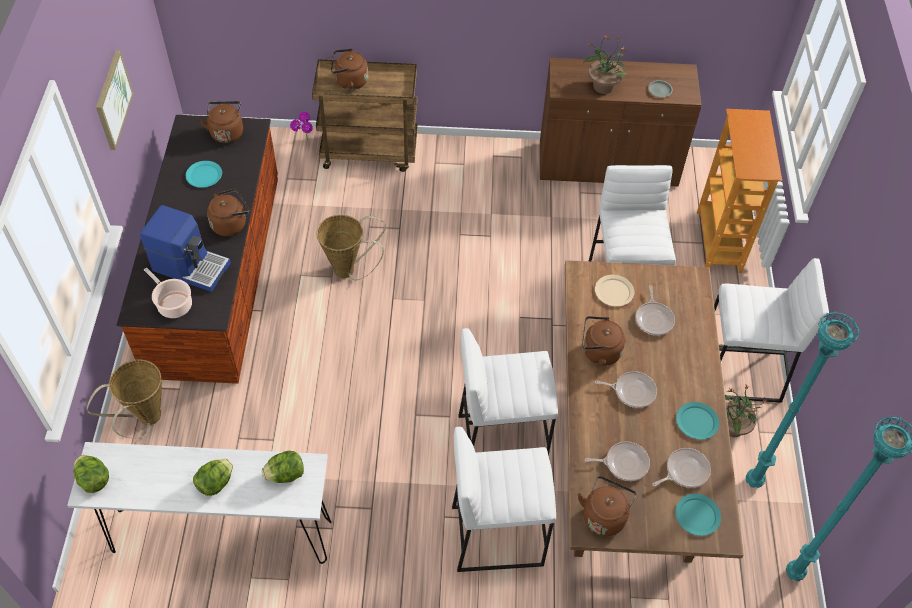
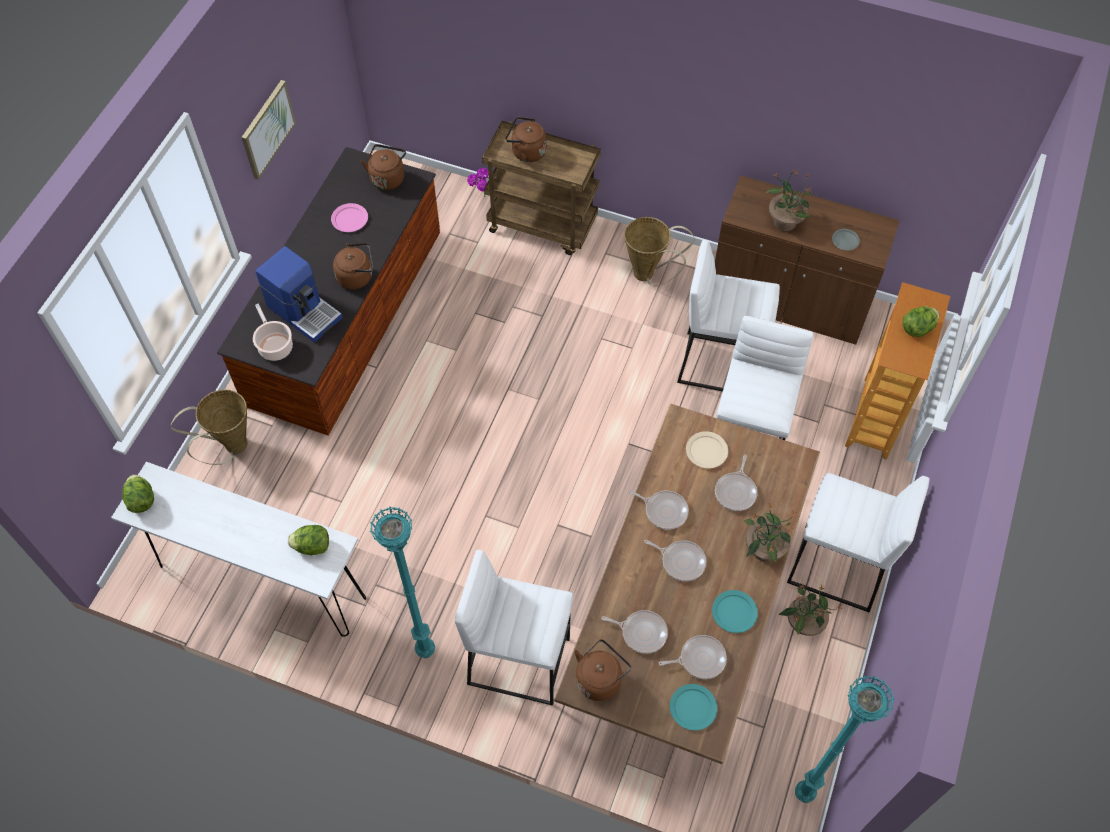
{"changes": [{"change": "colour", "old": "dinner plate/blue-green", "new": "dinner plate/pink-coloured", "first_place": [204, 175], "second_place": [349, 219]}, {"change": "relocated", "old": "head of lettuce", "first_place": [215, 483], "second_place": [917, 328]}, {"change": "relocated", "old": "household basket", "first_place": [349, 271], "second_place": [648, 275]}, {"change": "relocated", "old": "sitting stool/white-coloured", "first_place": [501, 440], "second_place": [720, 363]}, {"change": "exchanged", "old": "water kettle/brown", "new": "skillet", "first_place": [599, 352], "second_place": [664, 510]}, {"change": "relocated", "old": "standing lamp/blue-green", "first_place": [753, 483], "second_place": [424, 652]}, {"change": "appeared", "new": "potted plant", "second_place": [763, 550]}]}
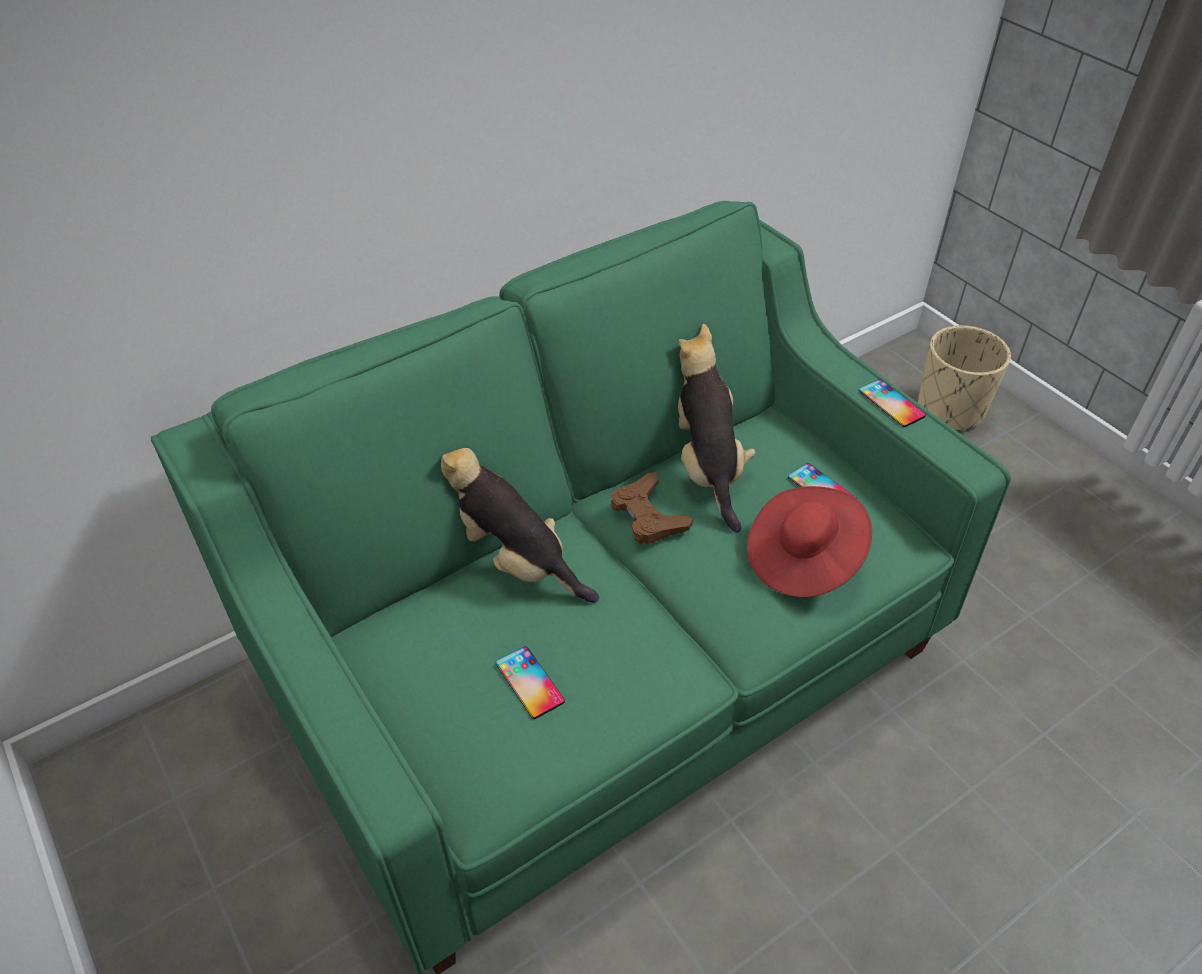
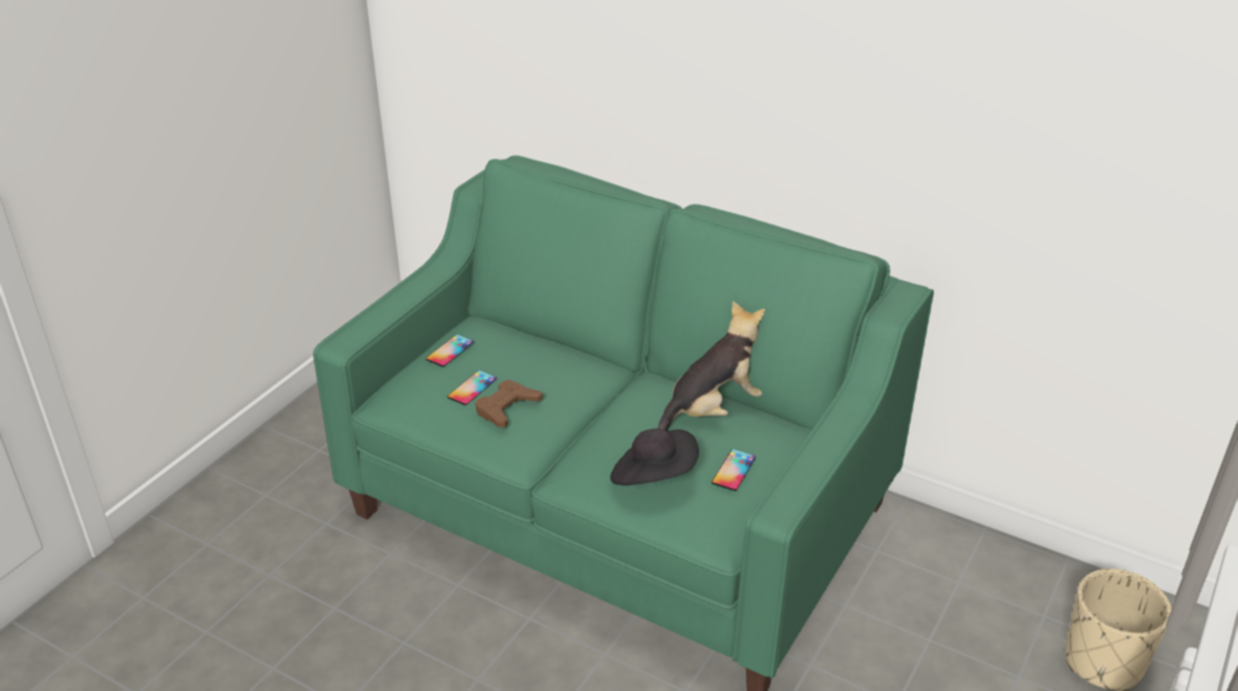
{"changes": [{"change": "missing", "old": "soft toy", "first_place": [513, 561]}, {"change": "relocated", "old": "gamepad/brown", "first_place": [648, 515], "second_place": [507, 408]}, {"change": "colour", "old": "hat/reddish", "new": "hat/blackish", "first_place": [803, 559], "second_place": [653, 477]}, {"change": "relocated", "old": "telephone", "first_place": [891, 403], "second_place": [450, 351]}]}
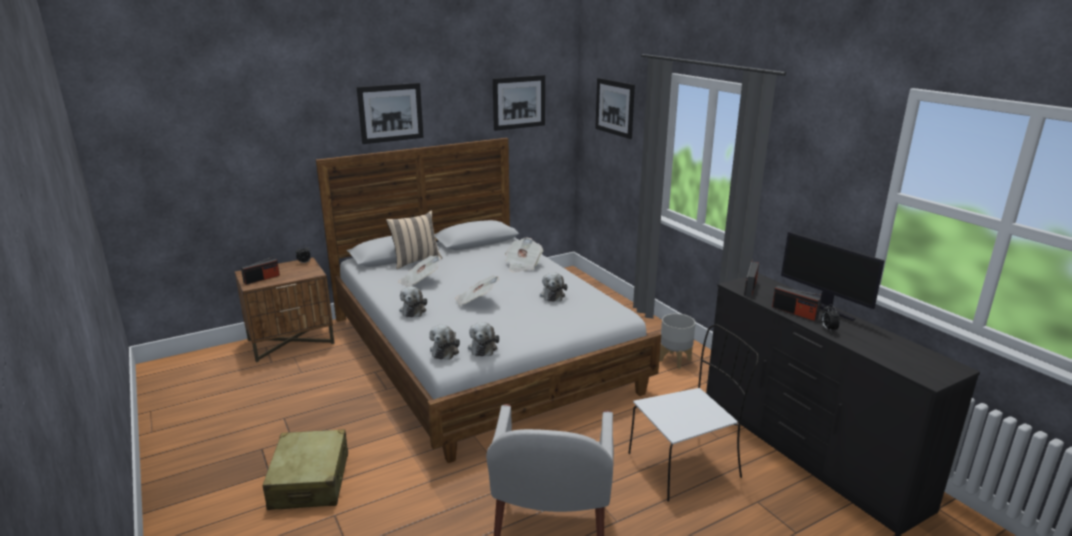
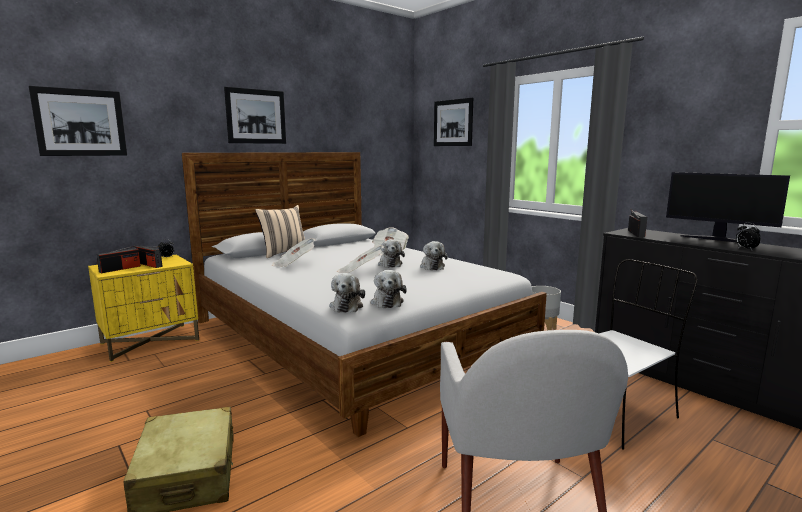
{"changes": [{"change": "colour", "old": "bedside table/brown", "new": "bedside table/yellowish", "first_place": [291, 341], "second_place": [151, 341]}, {"change": "relocated", "old": "soft toy", "first_place": [413, 310], "second_place": [390, 264]}, {"change": "relocated", "old": "wall picture", "first_place": [519, 102], "second_place": [80, 122]}, {"change": "relocated", "old": "radio set", "first_place": [794, 312], "second_place": [149, 265]}]}
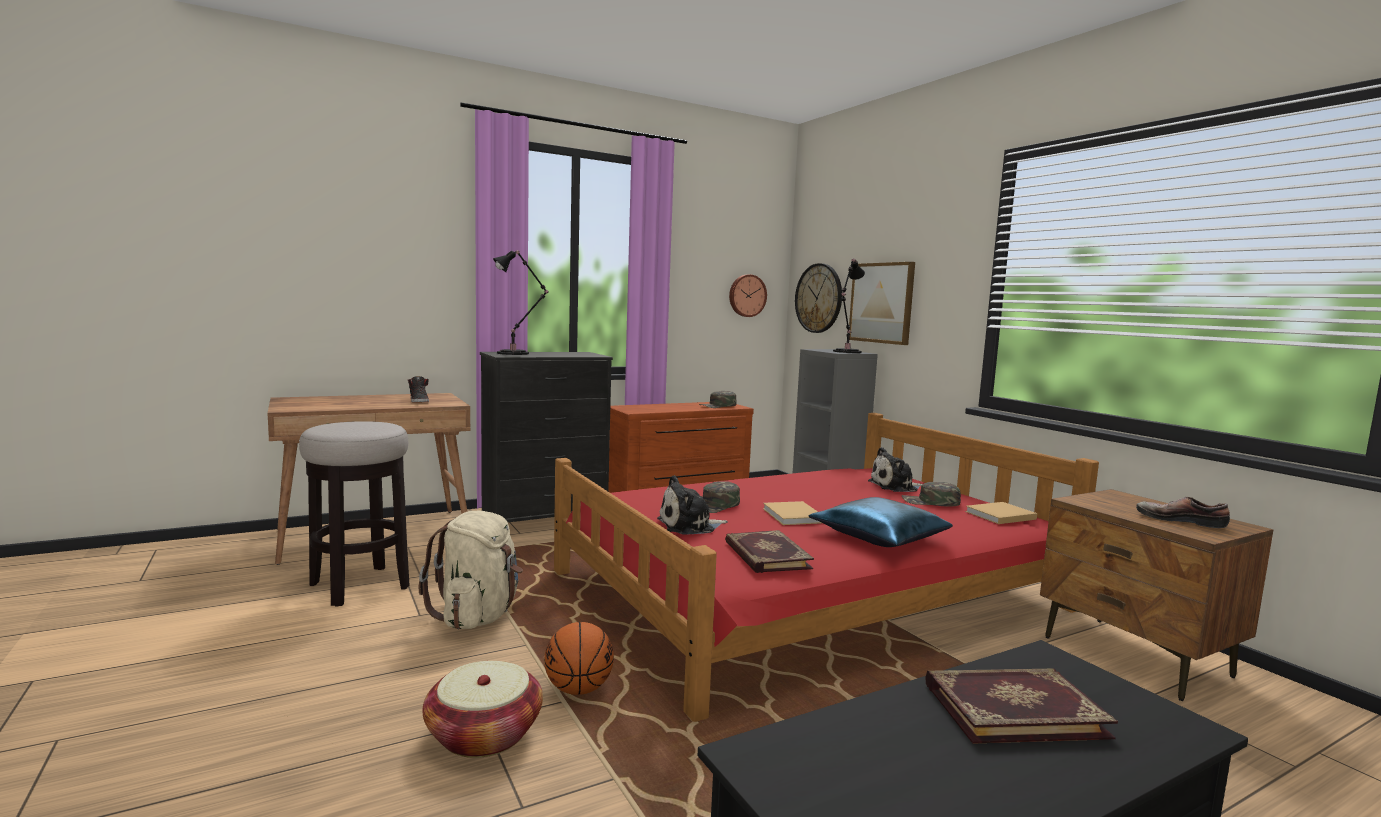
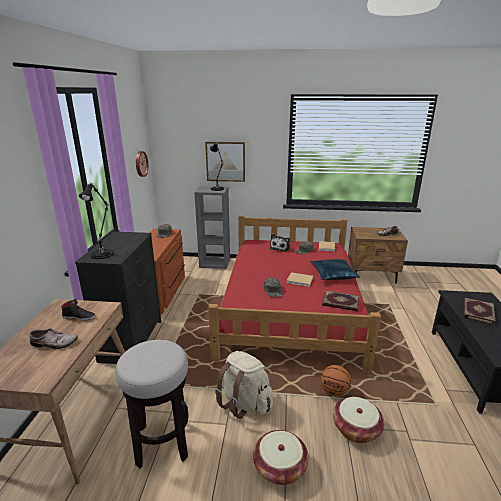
{"changes": [{"change": "missing", "old": "soft toy", "first_place": [689, 526]}, {"change": "missing", "old": "hanging clock", "first_place": [819, 298]}, {"change": "appeared", "new": "shoe", "second_place": [54, 344]}, {"change": "appeared", "new": "household basket", "second_place": [280, 467]}]}
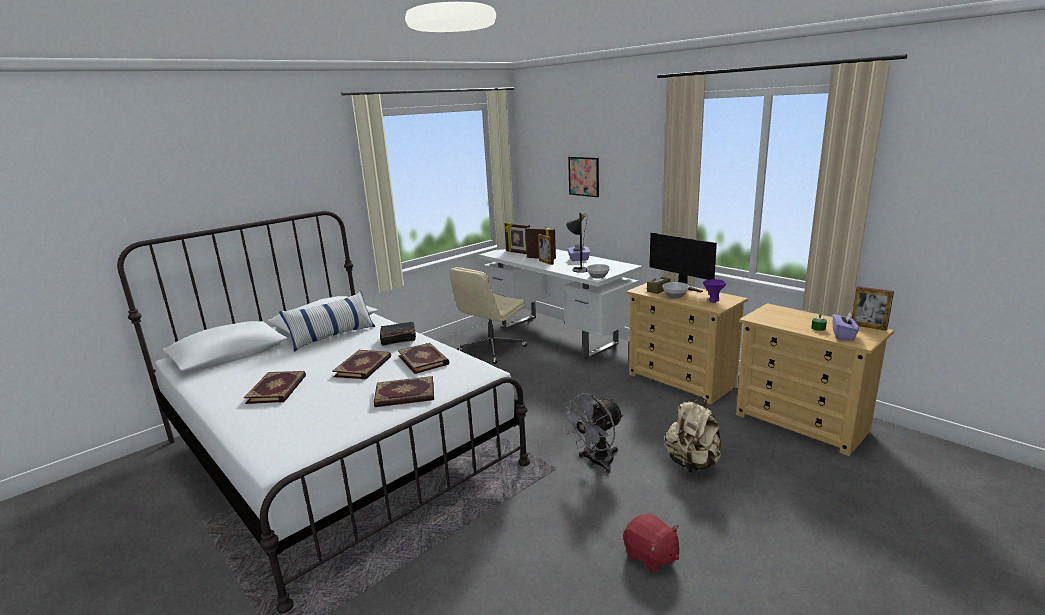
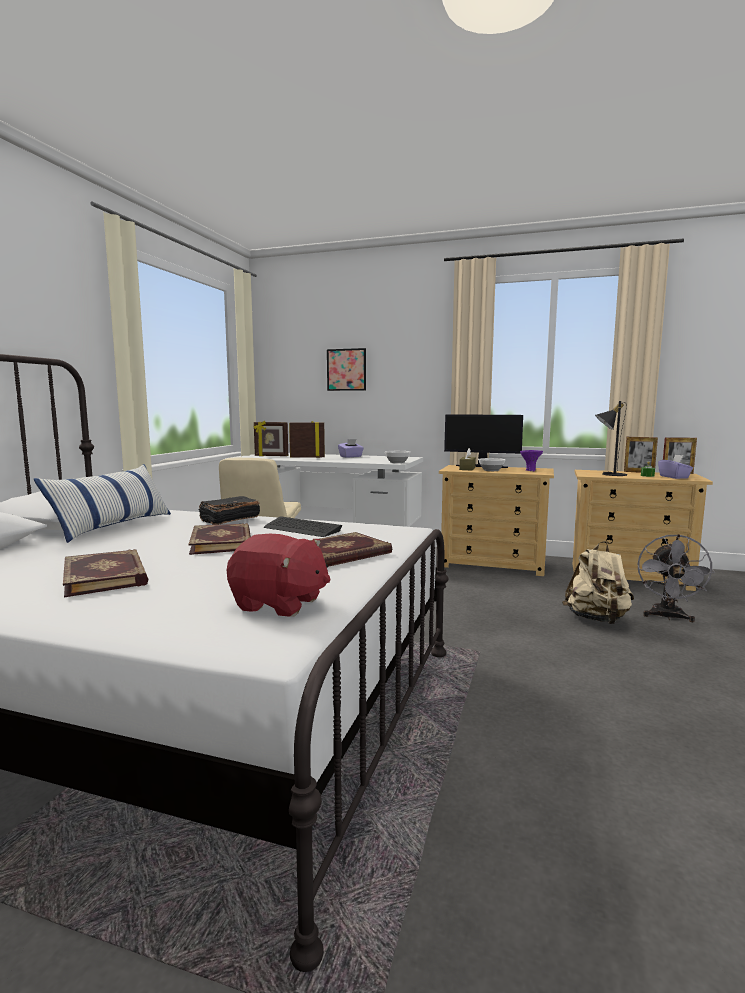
{"changes": [{"change": "exchanged", "old": "volume", "new": "keyboard", "first_place": [424, 360], "second_place": [302, 529]}, {"change": "relocated", "old": "standing frame", "first_place": [546, 262], "second_place": [639, 472]}, {"change": "relocated", "old": "fan/gray", "first_place": [596, 462], "second_place": [667, 617]}, {"change": "relocated", "old": "lamp for a table/blackish", "first_place": [578, 269], "second_place": [609, 474]}, {"change": "relocated", "old": "soft toy/reddish", "first_place": [650, 556], "second_place": [279, 604]}]}
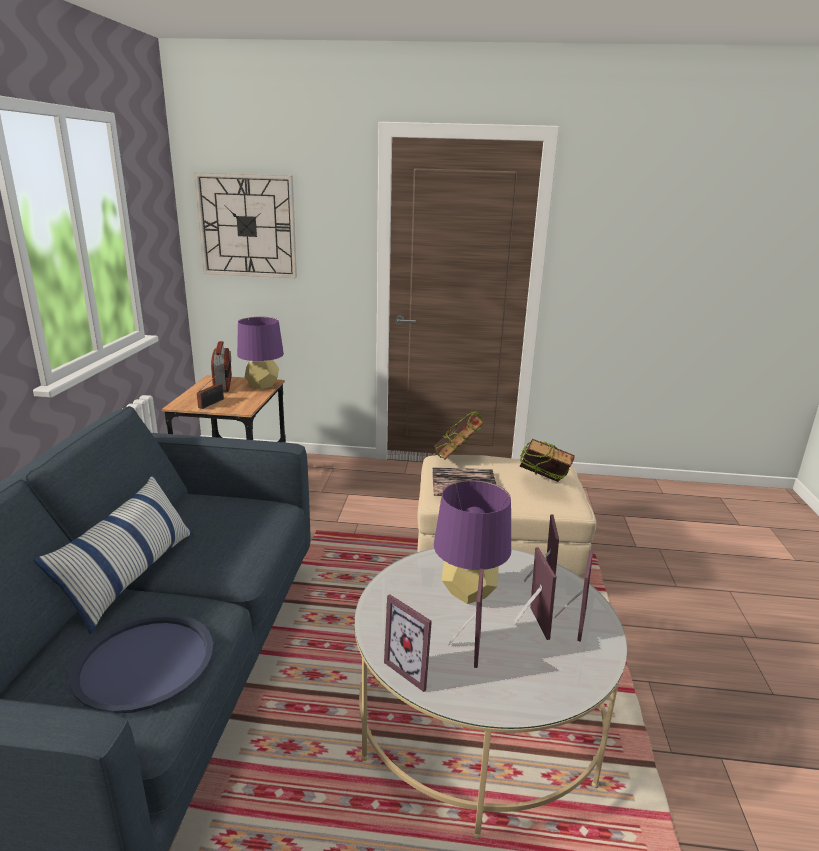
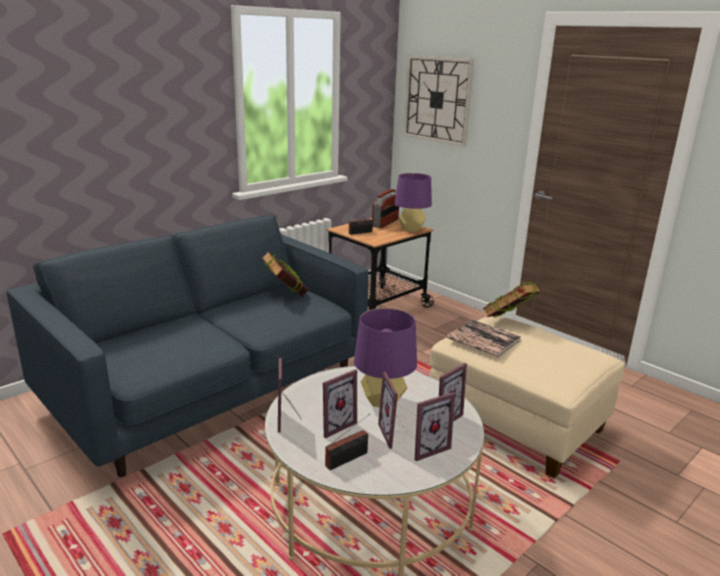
{"changes": [{"change": "missing", "old": "throw pillow", "first_place": [131, 575]}, {"change": "missing", "old": "tray/bluish", "first_place": [144, 662]}, {"change": "spun", "old": "standing frame", "first_place": [527, 624], "second_place": [395, 434], "degrees": 135}, {"change": "relocated", "old": "volume", "first_place": [542, 487], "second_place": [285, 295]}, {"change": "appeared", "new": "radio set", "second_place": [349, 459]}]}
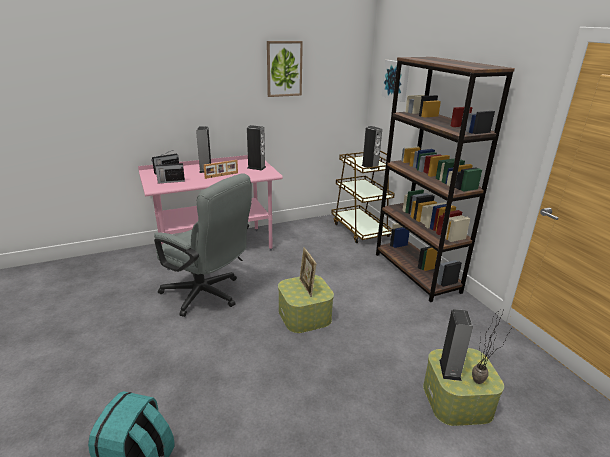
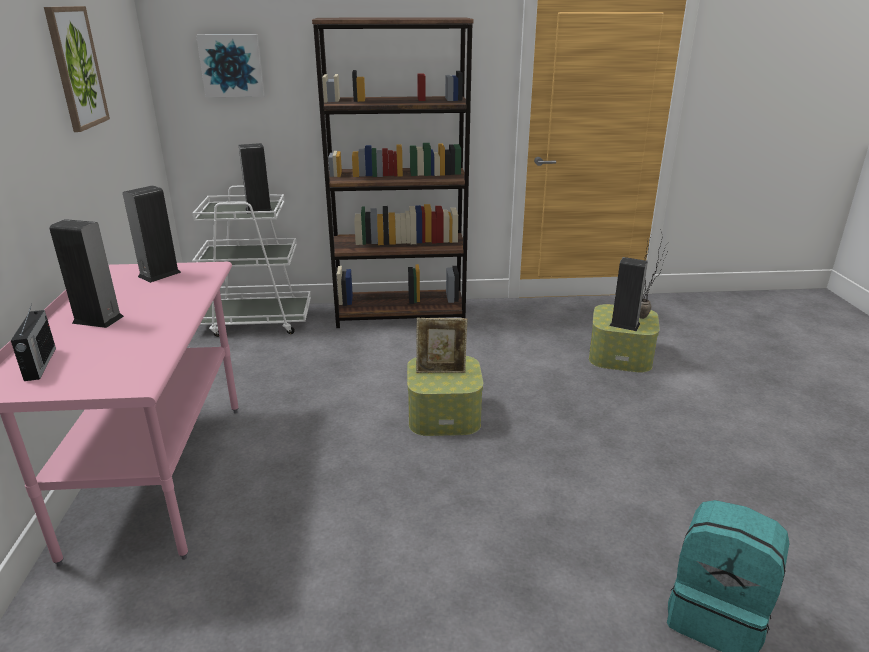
{"changes": [{"change": "missing", "old": "computer chair/gray", "first_place": [207, 295]}, {"change": "missing", "old": "radio set", "first_place": [170, 181]}, {"change": "missing", "old": "standing frame", "first_place": [221, 175]}, {"change": "colour", "old": "trolley/brown", "new": "trolley/white-coloured", "first_place": [360, 229], "second_place": [256, 321]}]}
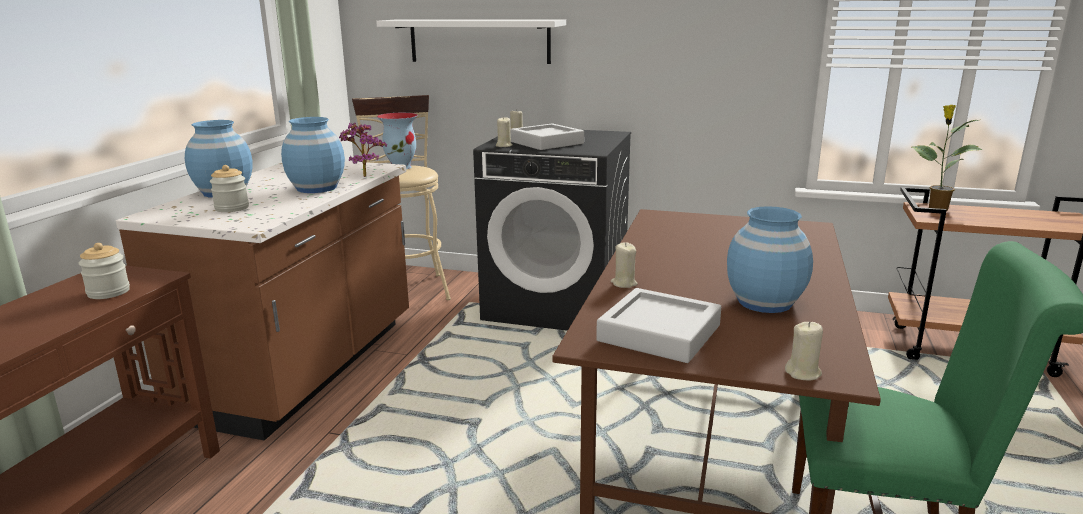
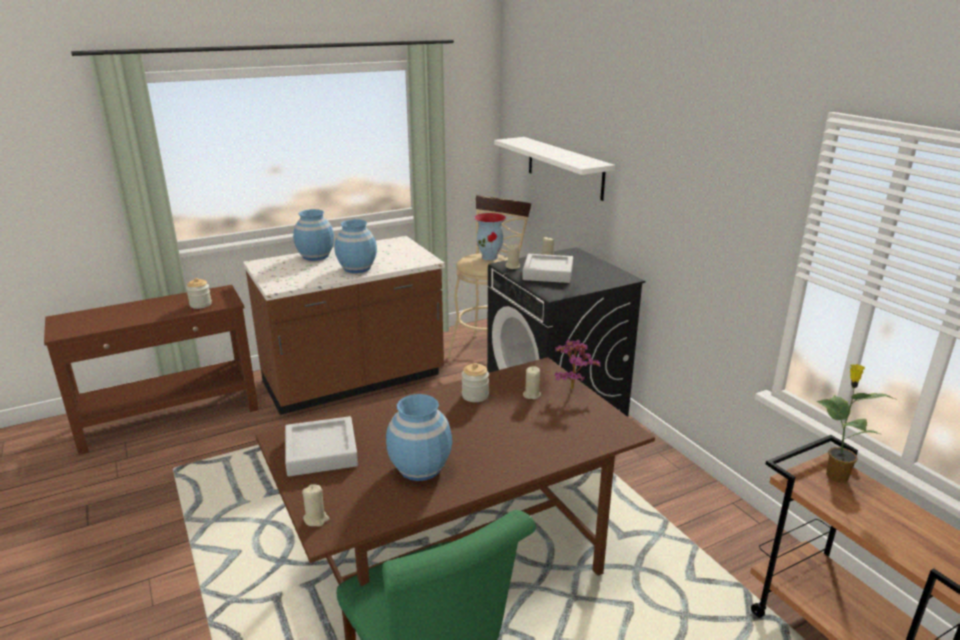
{"changes": [{"change": "relocated", "old": "preserve jar", "first_place": [232, 208], "second_place": [475, 395]}, {"change": "relocated", "old": "potted plant", "first_place": [363, 176], "second_place": [571, 387]}, {"change": "relocated", "old": "candle/beige-coloured", "first_place": [624, 283], "second_place": [531, 394]}]}
